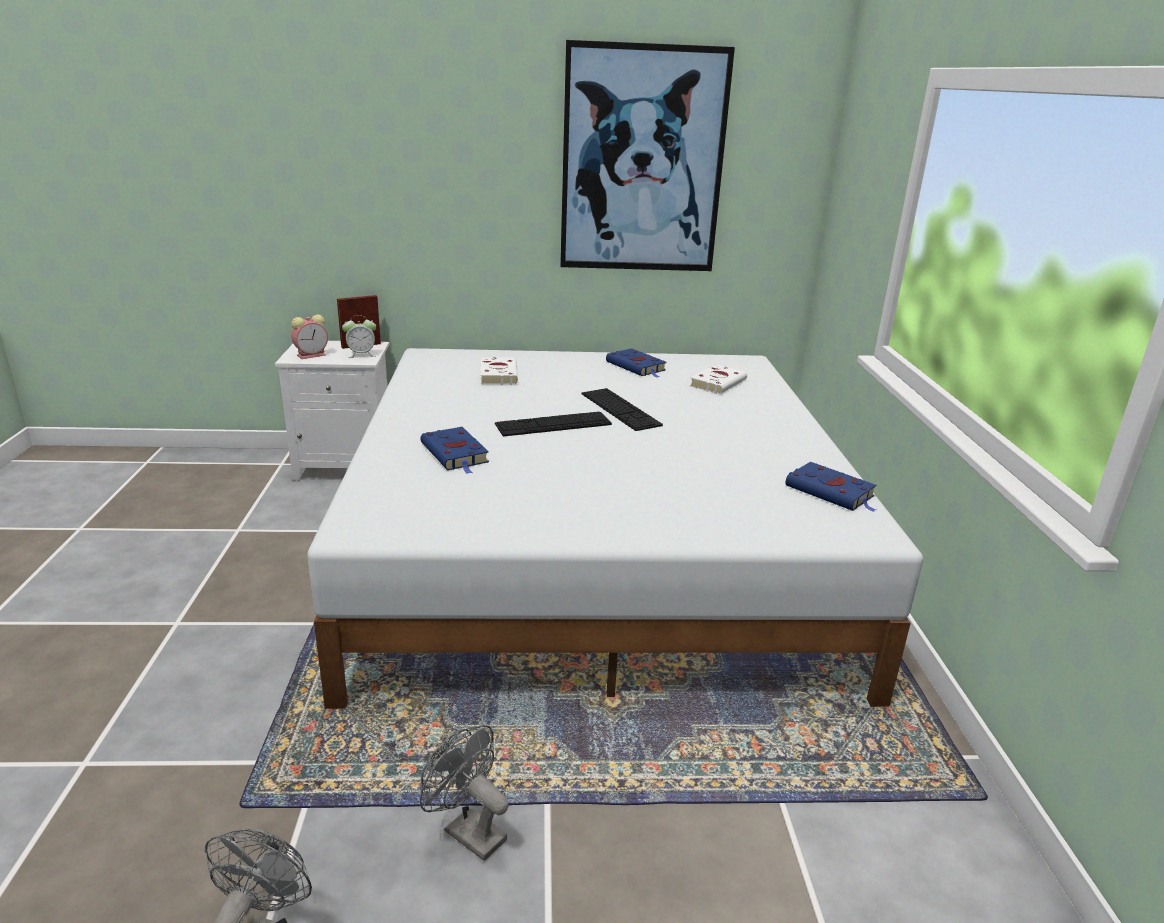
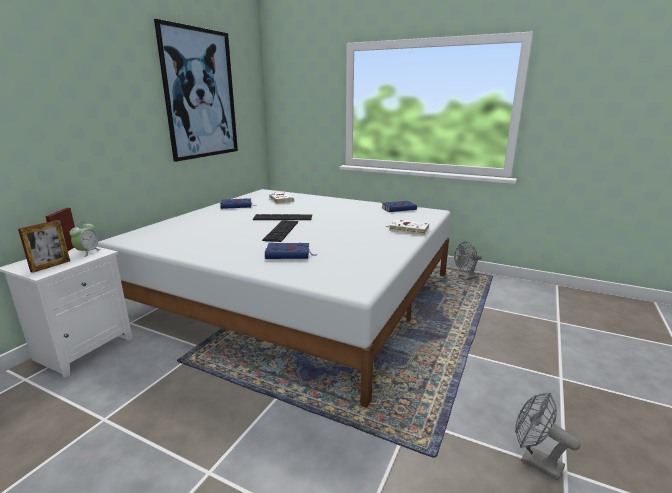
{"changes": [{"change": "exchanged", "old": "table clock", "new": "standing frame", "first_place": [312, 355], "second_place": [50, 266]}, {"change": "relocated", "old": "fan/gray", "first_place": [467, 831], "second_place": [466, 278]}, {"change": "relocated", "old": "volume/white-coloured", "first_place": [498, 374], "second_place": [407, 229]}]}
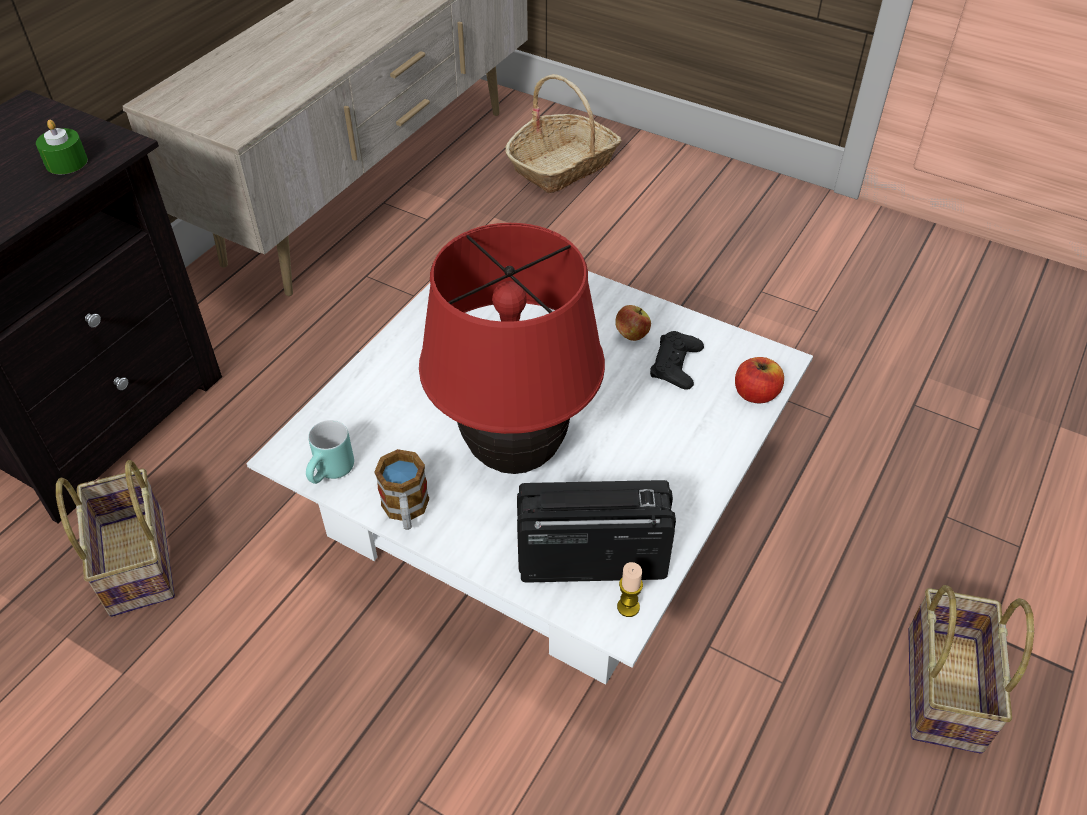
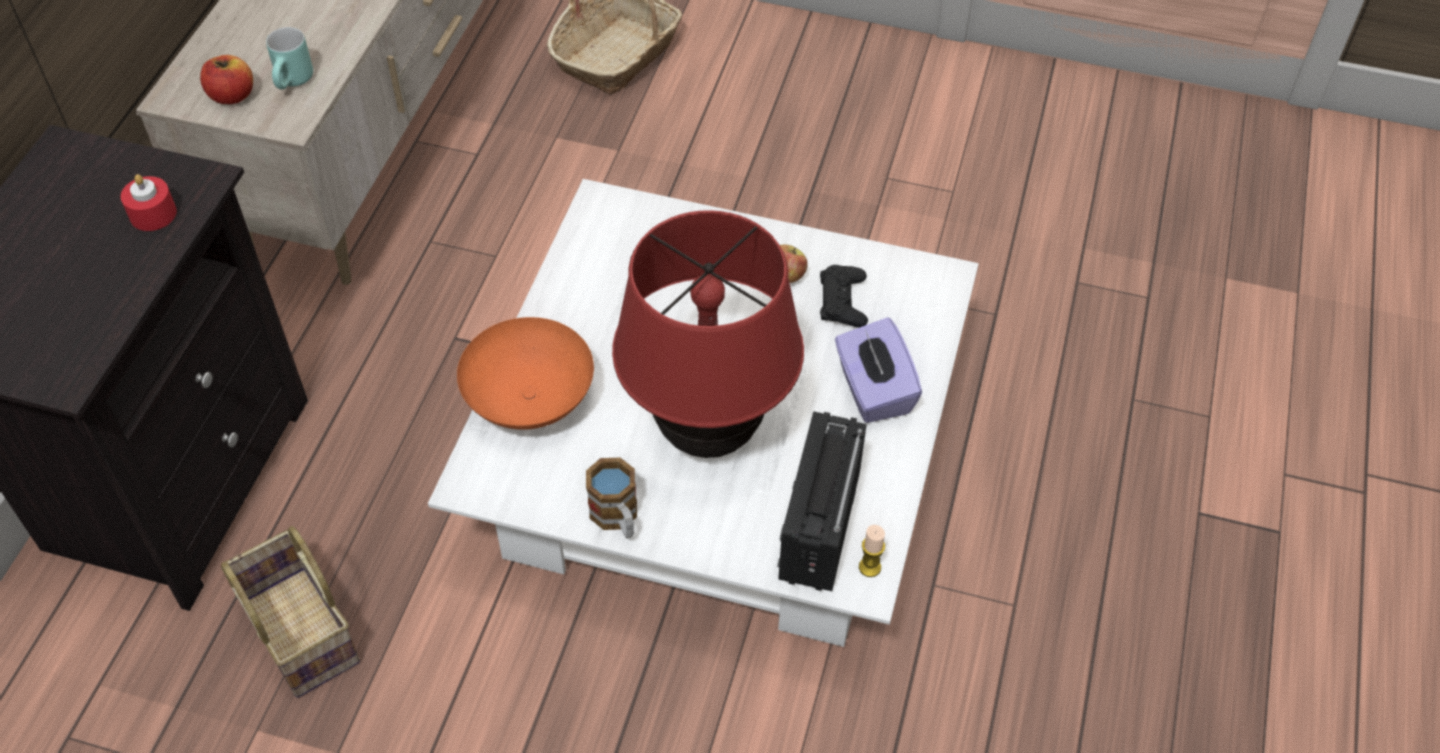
{"changes": [{"change": "colour", "old": "candle/greenish", "new": "candle/reddish", "first_place": [66, 162], "second_place": [153, 214]}, {"change": "relocated", "old": "mug/blue-green", "first_place": [333, 473], "second_place": [295, 82]}, {"change": "spun", "old": "radio set", "first_place": [590, 559], "second_place": [819, 528], "degrees": -60}, {"change": "relocated", "old": "apple", "first_place": [755, 394], "second_place": [232, 95]}, {"change": "missing", "old": "household basket", "first_place": [946, 692]}, {"change": "appeared", "new": "deep dish/orangey", "second_place": [527, 400]}, {"change": "appeared", "new": "tissue box/purplish", "second_place": [873, 390]}]}
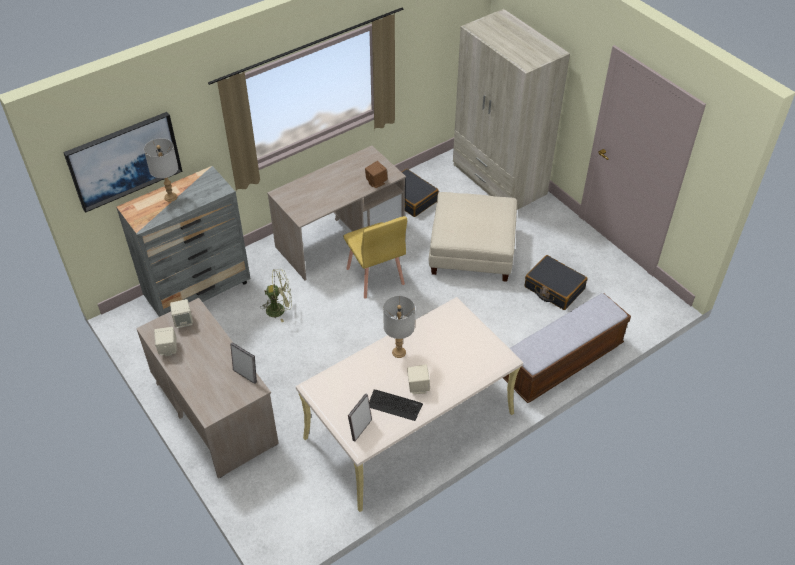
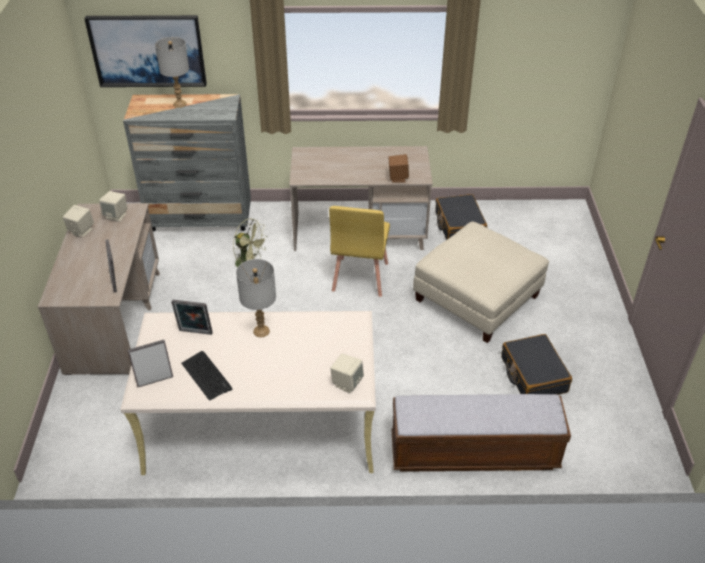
{"changes": [{"change": "relocated", "old": "audio speaker/beige-coloured", "first_place": [418, 387], "second_place": [347, 383]}, {"change": "missing", "old": "clothes cupboard/beige-coloured", "first_place": [499, 180]}, {"change": "appeared", "new": "standing frame", "second_place": [195, 333]}]}
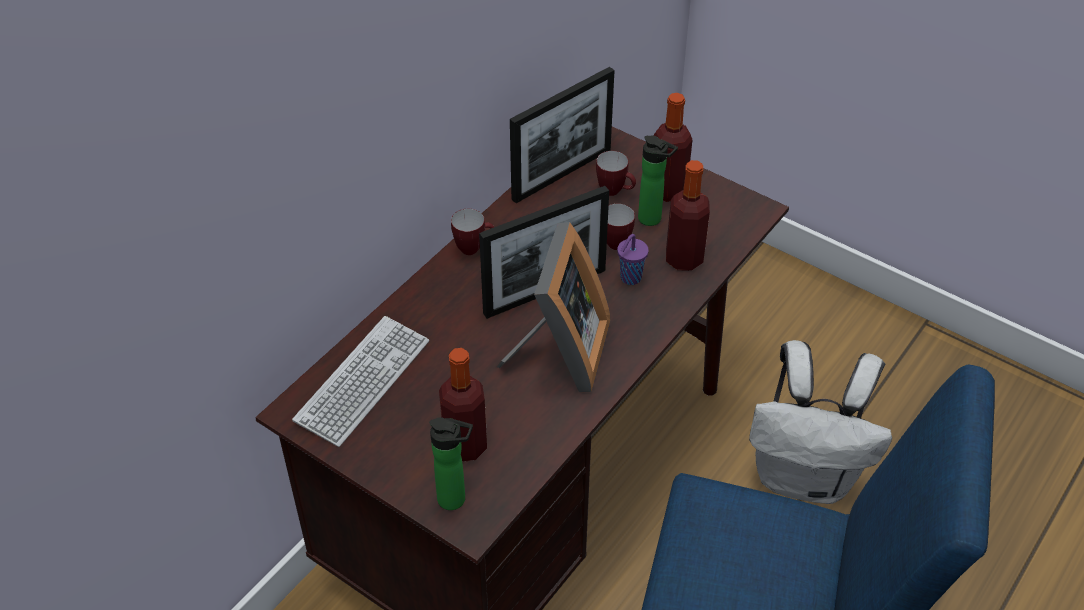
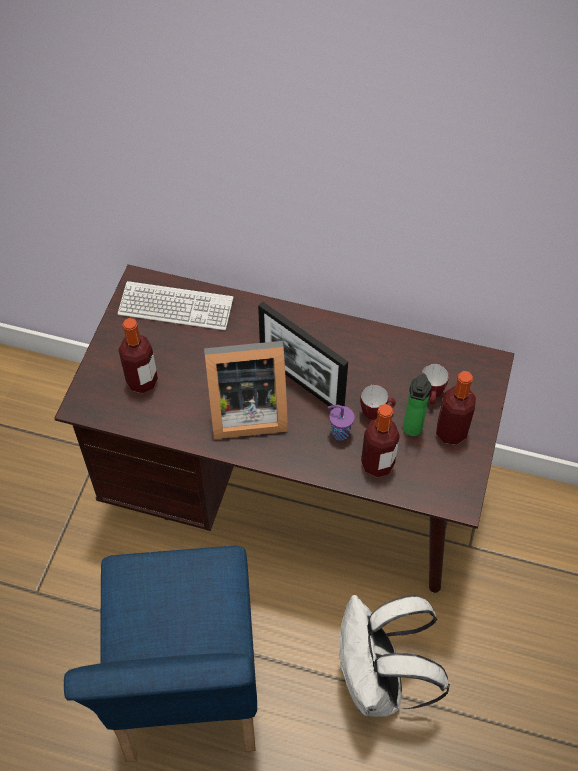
{"changes": [{"change": "missing", "old": "drink bottle", "first_place": [456, 500]}, {"change": "missing", "old": "mug", "first_place": [474, 248]}, {"change": "missing", "old": "standing frame", "first_place": [561, 174]}]}
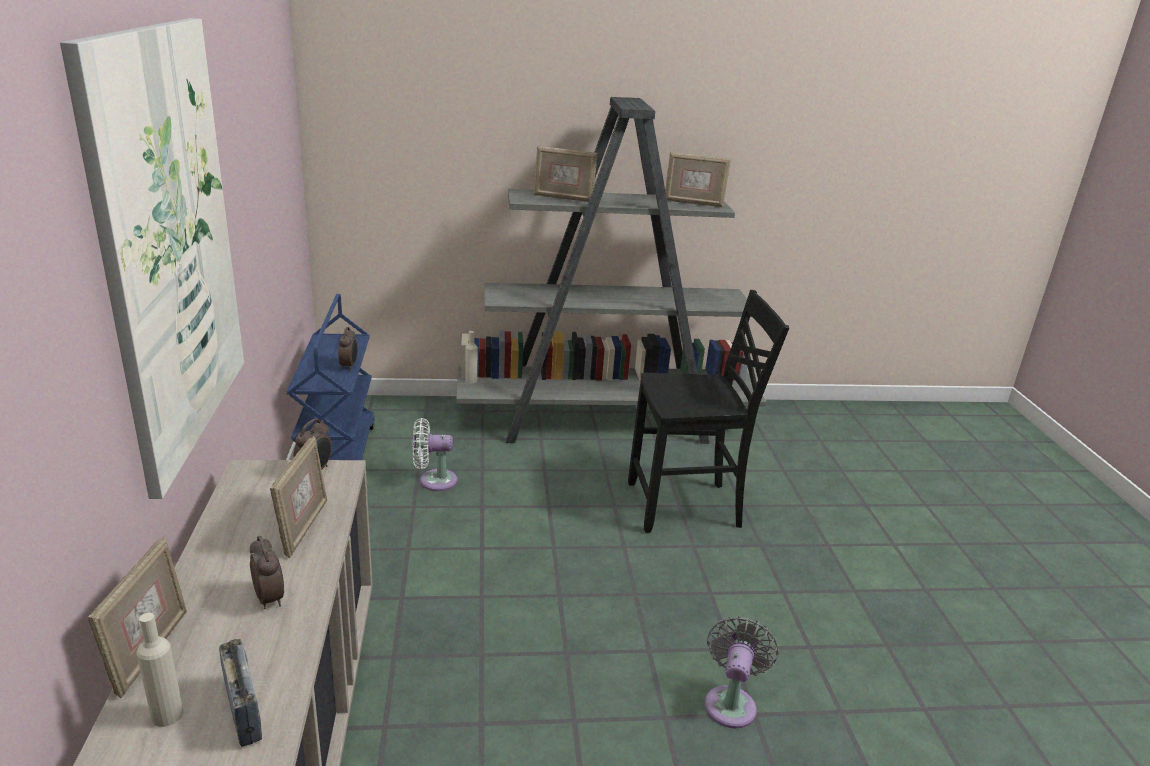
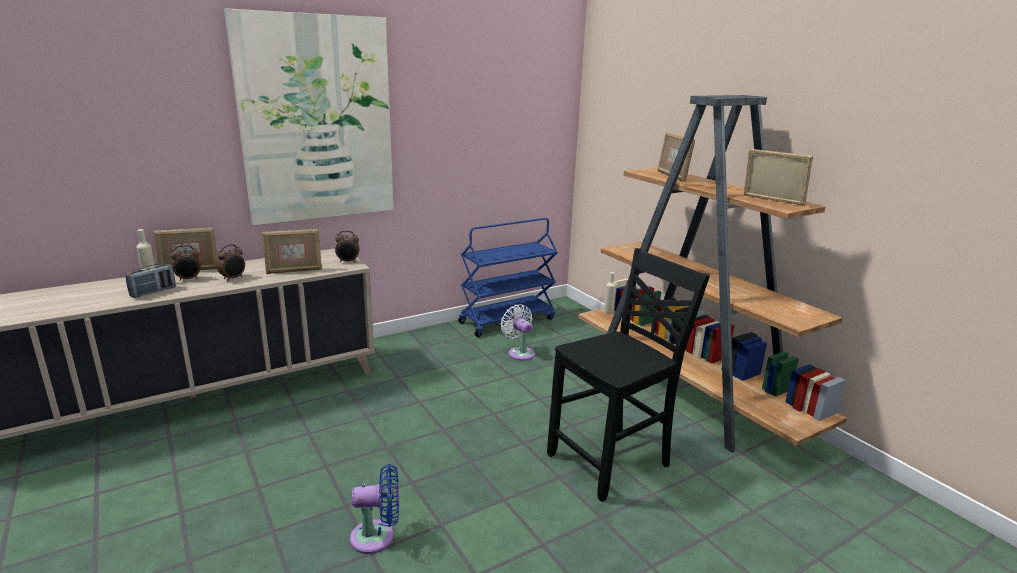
{"changes": [{"change": "relocated", "old": "table clock", "first_place": [349, 366], "second_place": [189, 279]}, {"change": "colour", "old": "bookcase/gray", "new": "bookcase/brown", "first_place": [607, 421], "second_place": [687, 393]}, {"change": "spun", "old": "upright chair/blackish", "first_place": [686, 506], "second_place": [612, 461], "degrees": -90}, {"change": "spun", "old": "standing frame", "first_place": [693, 203], "second_place": [772, 201], "degrees": 150}, {"change": "colour", "old": "fan/gray", "new": "fan/bluish", "first_place": [731, 702], "second_place": [377, 537]}]}
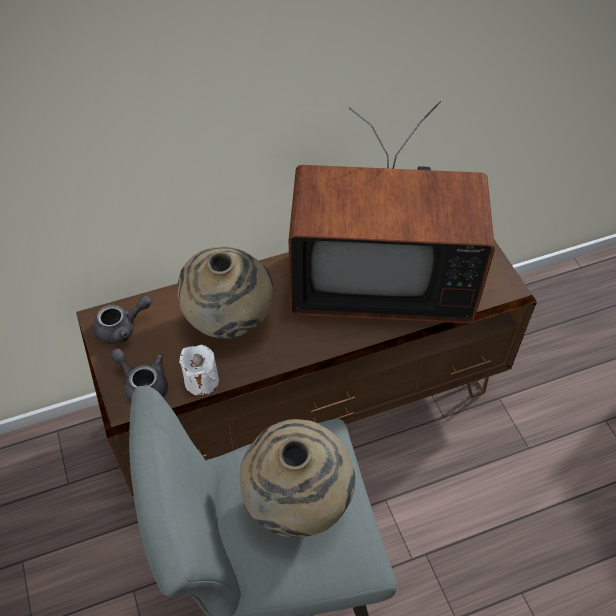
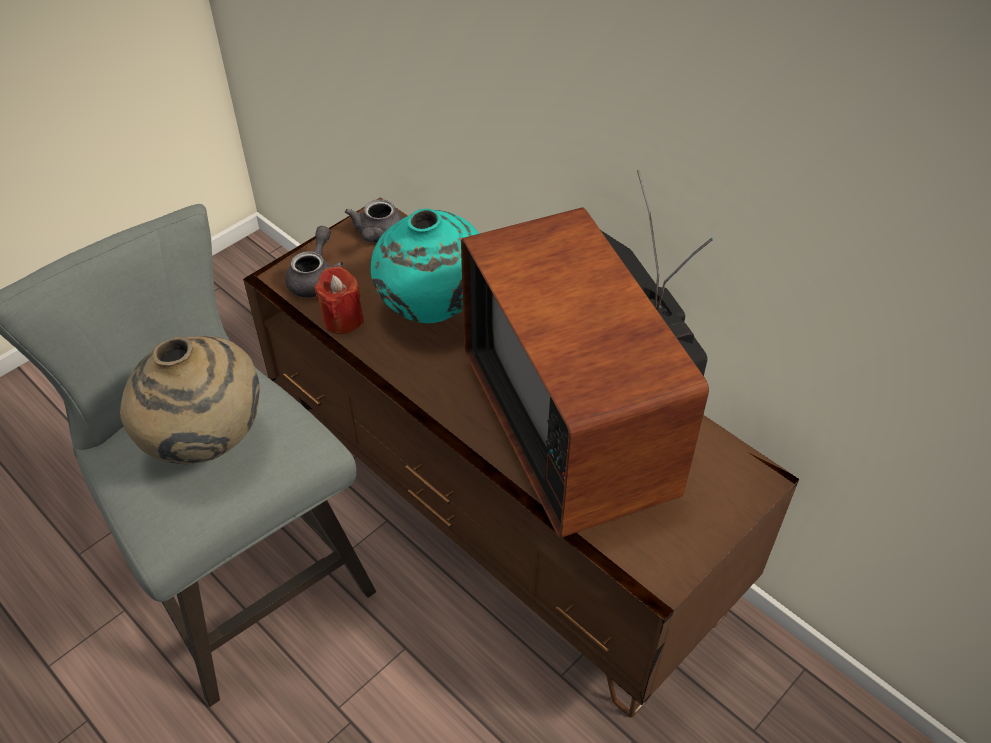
{"changes": [{"change": "spun", "old": "tea pot/gray", "first_place": [122, 328], "second_place": [378, 236], "degrees": 60}, {"change": "colour", "old": "flower vase/beige-coloured", "new": "flower vase/blue-green", "first_place": [229, 322], "second_place": [432, 312]}, {"change": "colour", "old": "candle/white-coloured", "new": "candle/reddish", "first_place": [201, 381], "second_place": [342, 319]}]}
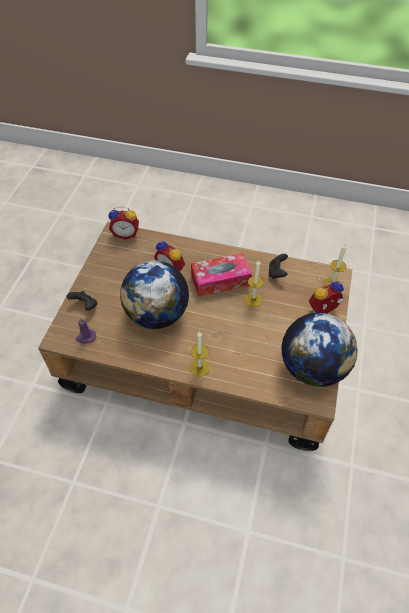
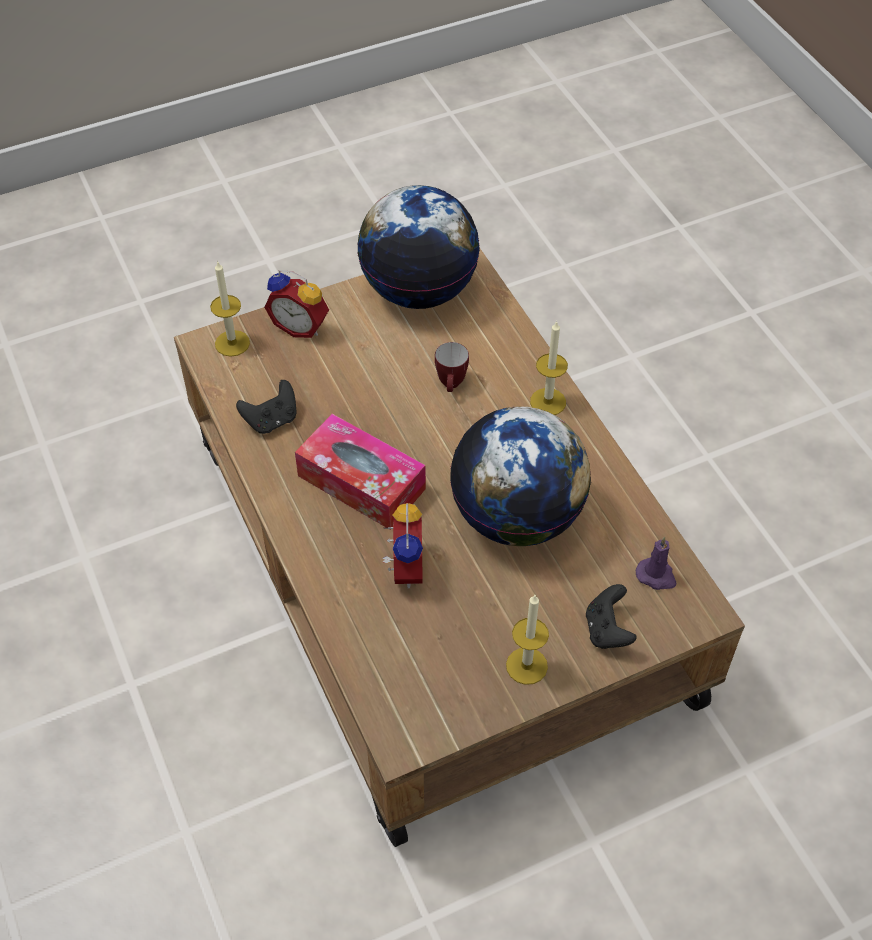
{"changes": [{"change": "missing", "old": "table clock", "first_place": [126, 234]}, {"change": "relocated", "old": "candle", "first_place": [253, 299], "second_place": [526, 666]}, {"change": "appeared", "new": "mug", "second_place": [451, 386]}]}
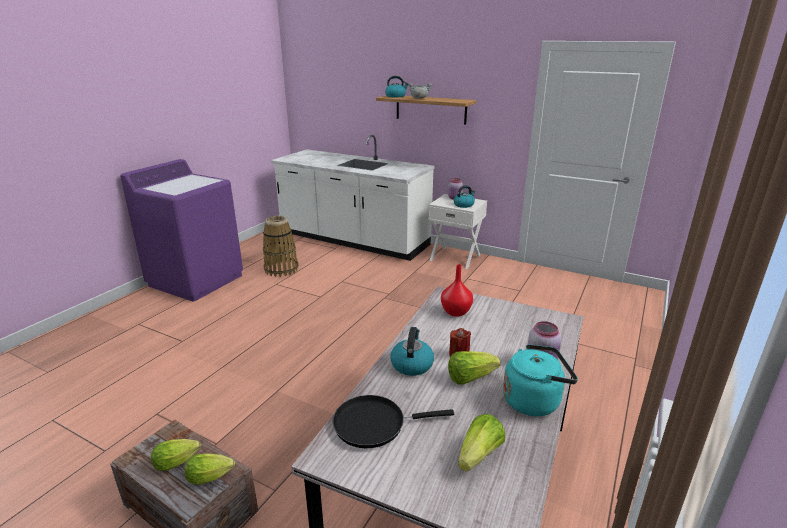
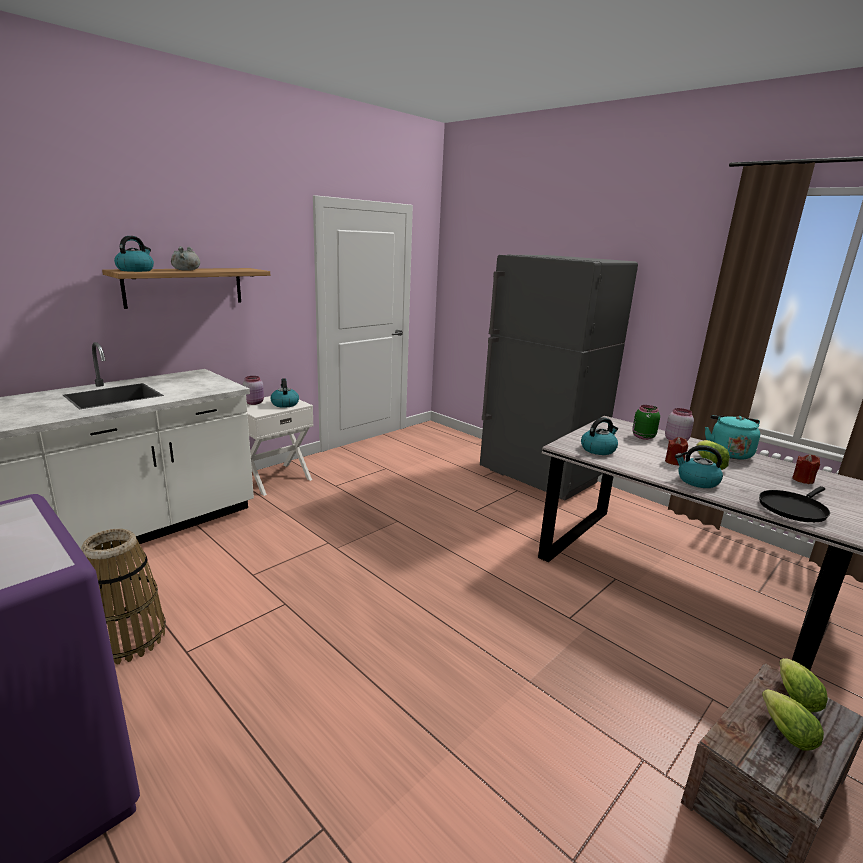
{"changes": [{"change": "spun", "old": "skillet/blackish", "first_place": [374, 424], "second_place": [793, 508], "degrees": 45}, {"change": "exchanged", "old": "flower vase/reddish", "new": "water kettle", "first_place": [455, 311], "second_place": [598, 449]}, {"change": "exchanged", "old": "head of lettuce", "new": "candle/reddish", "first_place": [479, 455], "second_place": [803, 480]}, {"change": "appeared", "new": "fridge/gray", "second_place": [539, 478]}, {"change": "appeared", "new": "preserve jar/greenish", "second_place": [642, 437]}]}
